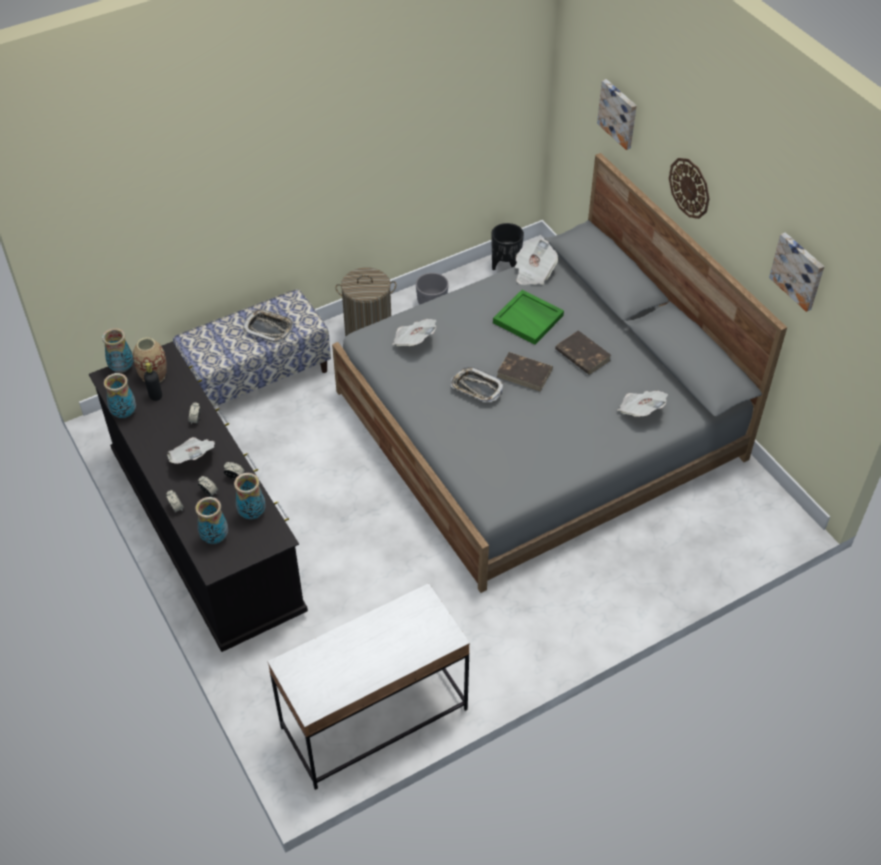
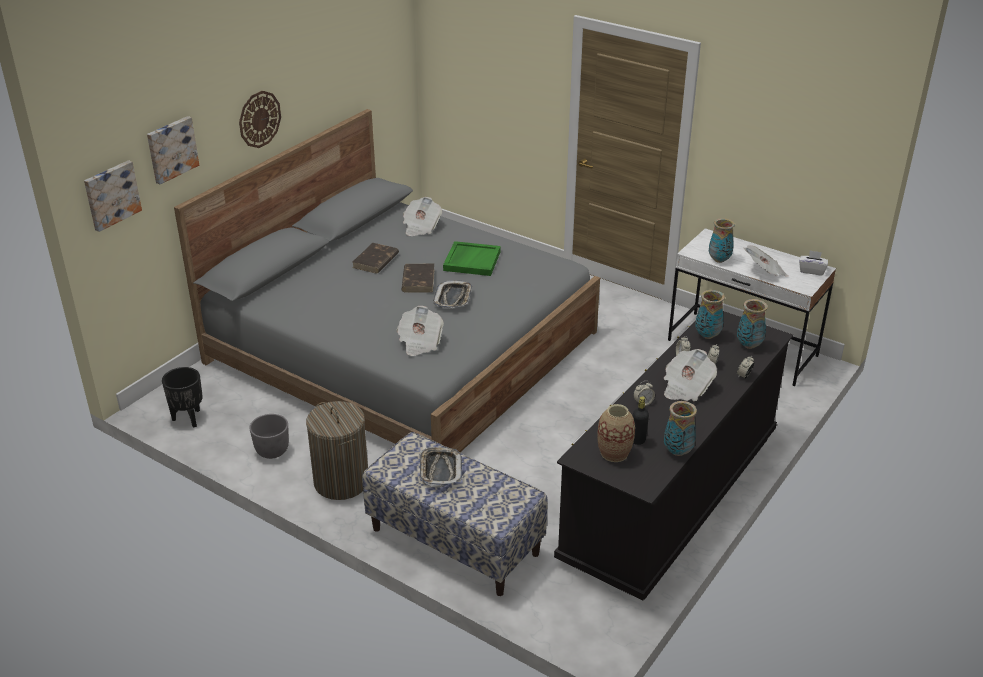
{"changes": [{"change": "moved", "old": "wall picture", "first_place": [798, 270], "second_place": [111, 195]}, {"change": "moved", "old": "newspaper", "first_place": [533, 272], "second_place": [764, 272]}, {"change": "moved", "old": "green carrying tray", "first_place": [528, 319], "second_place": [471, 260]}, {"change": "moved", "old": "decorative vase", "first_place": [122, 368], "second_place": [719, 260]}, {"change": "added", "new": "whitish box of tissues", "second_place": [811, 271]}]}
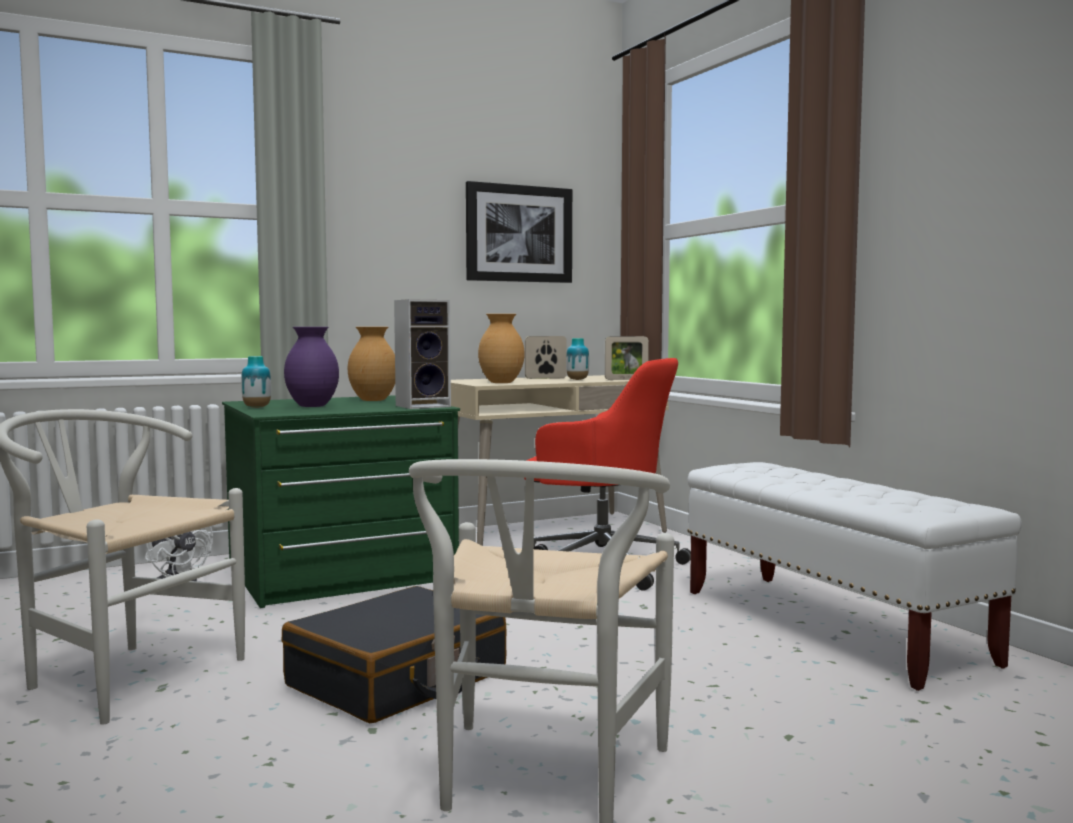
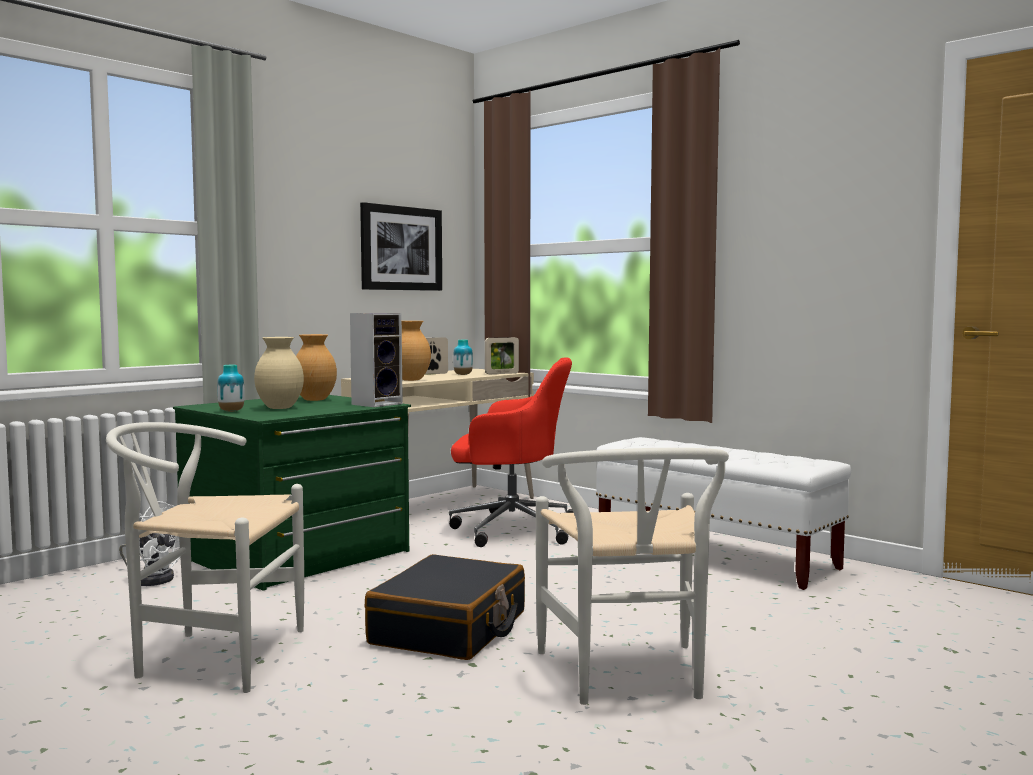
{"changes": [{"change": "recoloured", "old": "purple decorative vase", "new": "beige-coloured decorative vase", "first_place": [311, 406], "second_place": [279, 408]}]}
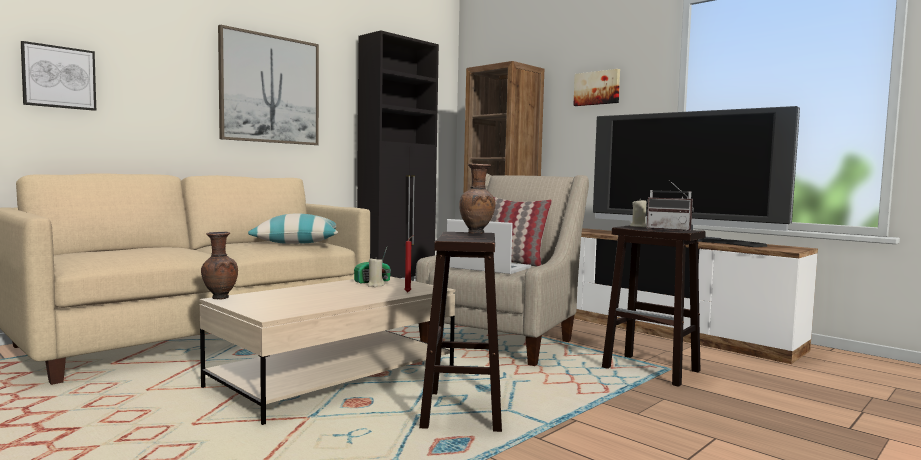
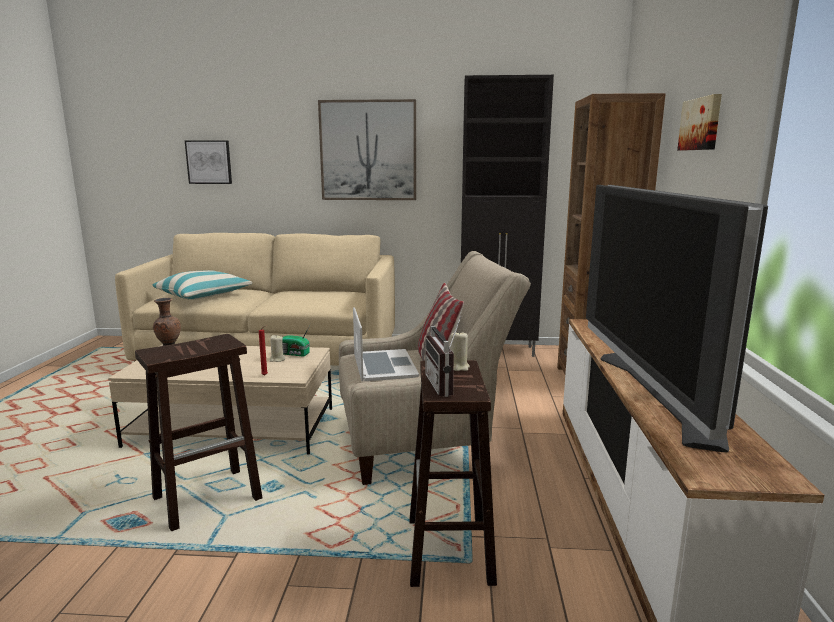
{"changes": [{"change": "removed", "old": "brown decorative vase", "first_place": [477, 233]}, {"change": "moved", "old": "pillow", "first_place": [297, 242], "second_place": [203, 295]}]}
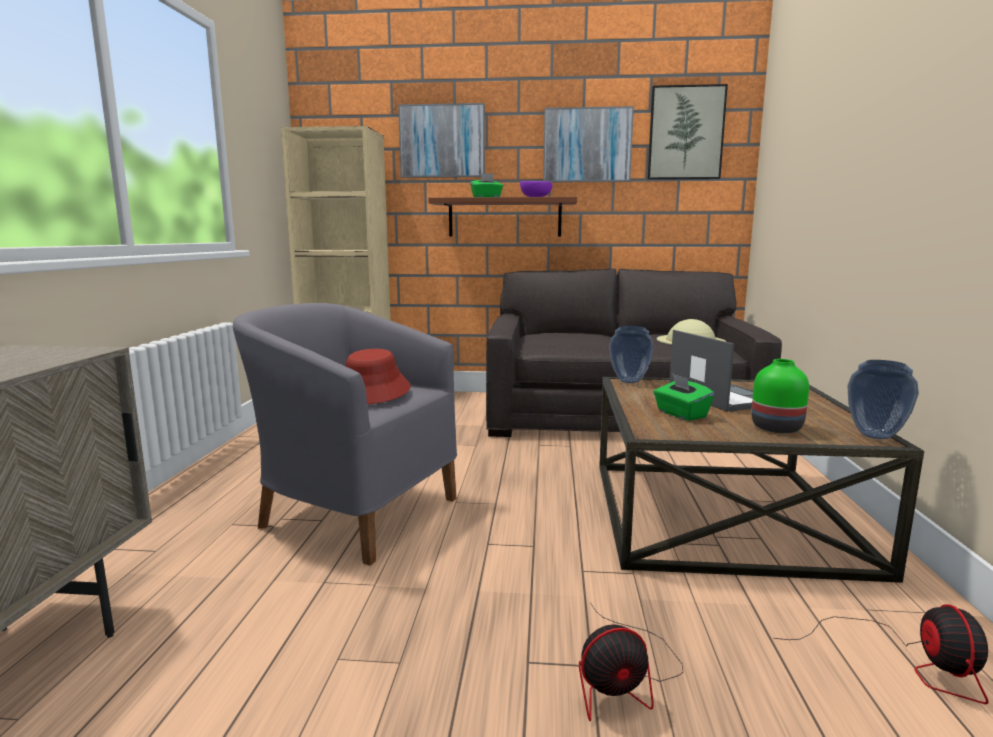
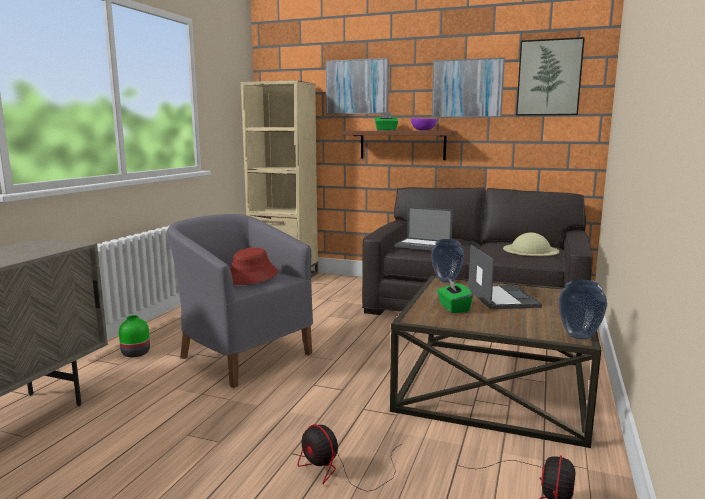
{"changes": [{"change": "moved", "old": "green decorative vase", "first_place": [775, 427], "second_place": [136, 353]}, {"change": "turned", "old": "cooling fan", "first_place": [623, 679], "second_place": [341, 471], "degrees": 45}, {"change": "added", "new": "portable computer", "second_place": [424, 245]}]}
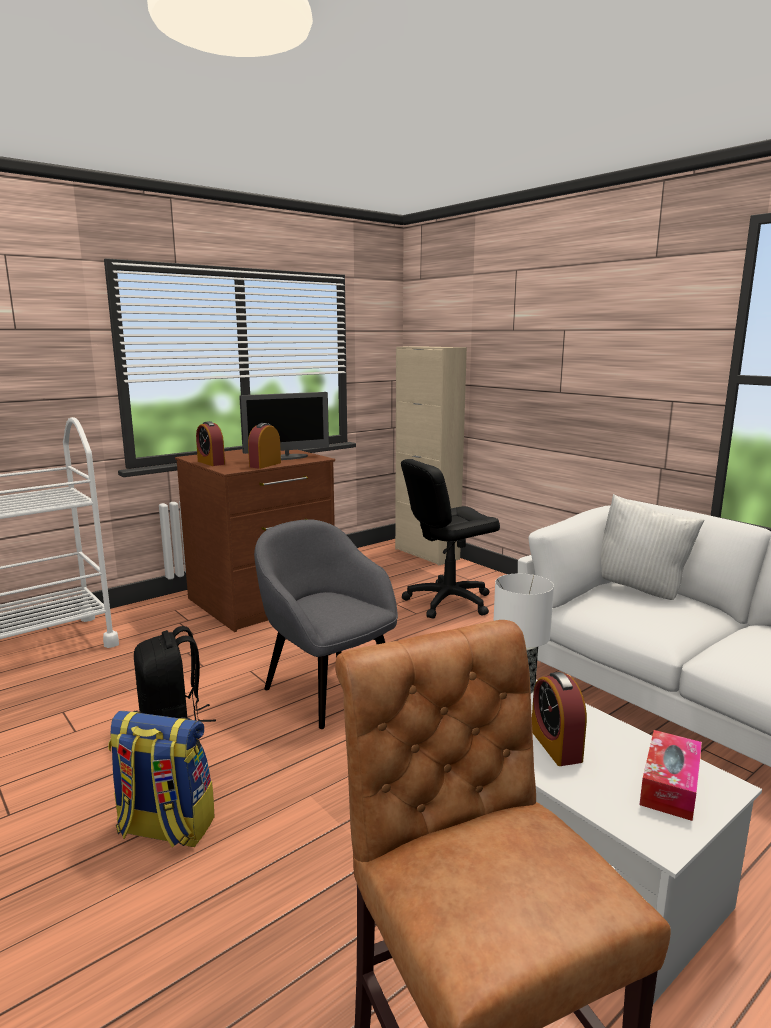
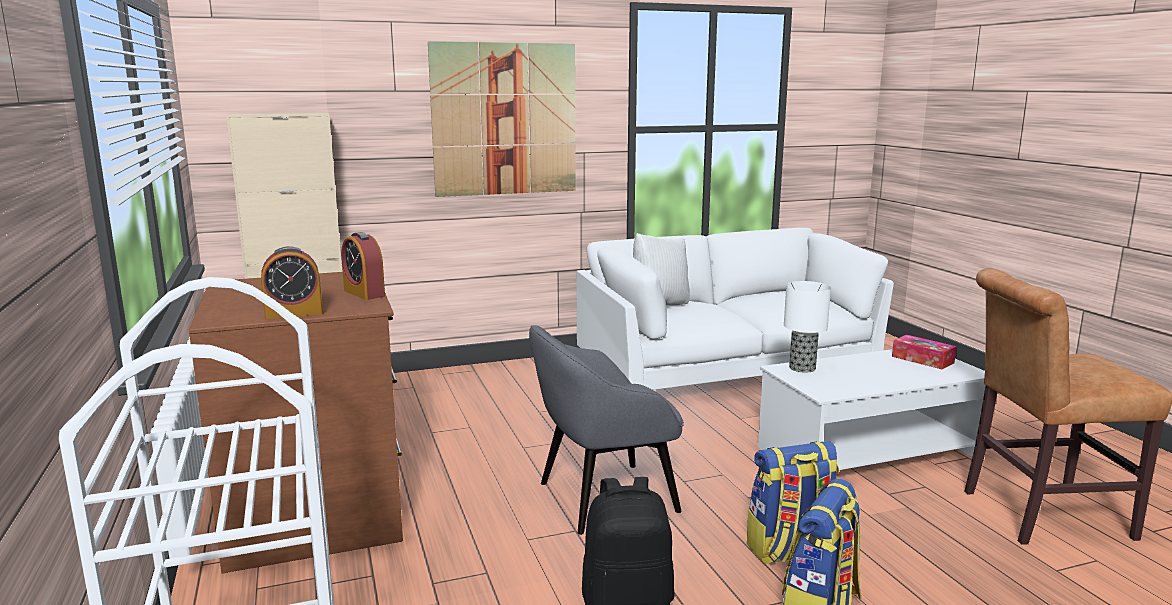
{"changes": [{"change": "removed", "old": "computer display", "first_place": [287, 457]}, {"change": "removed", "old": "black-coloured computer chair", "first_place": [448, 602]}, {"change": "removed", "old": "bedside clock", "first_place": [556, 745]}, {"change": "added", "new": "wall picture", "second_place": [505, 119]}, {"change": "added", "new": "backpack", "second_place": [789, 551]}]}
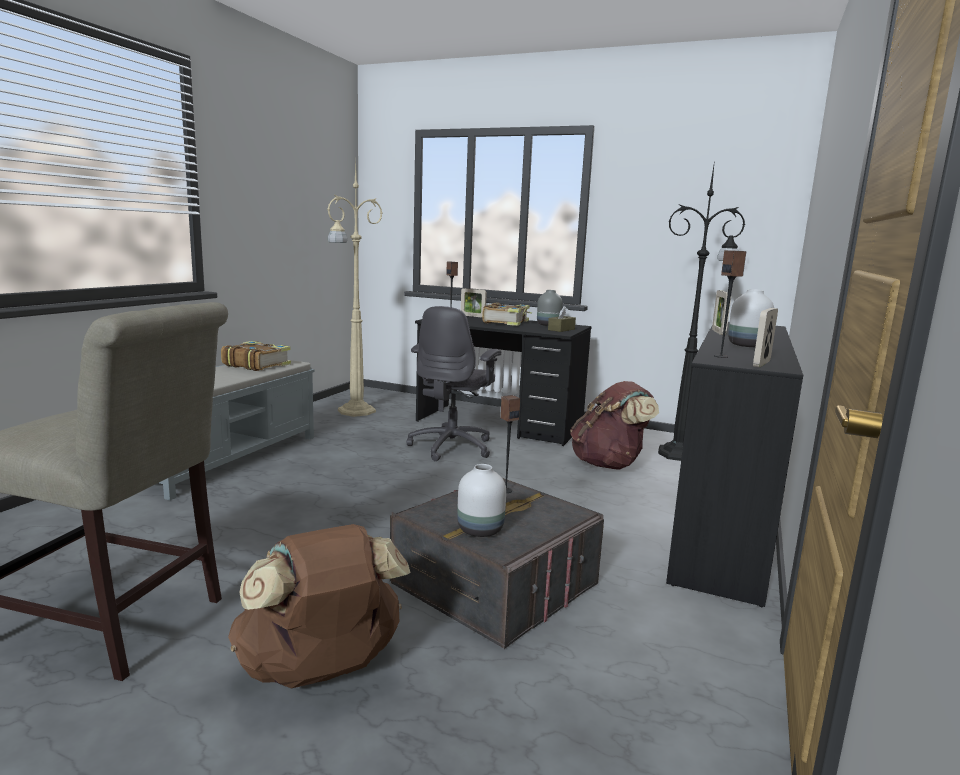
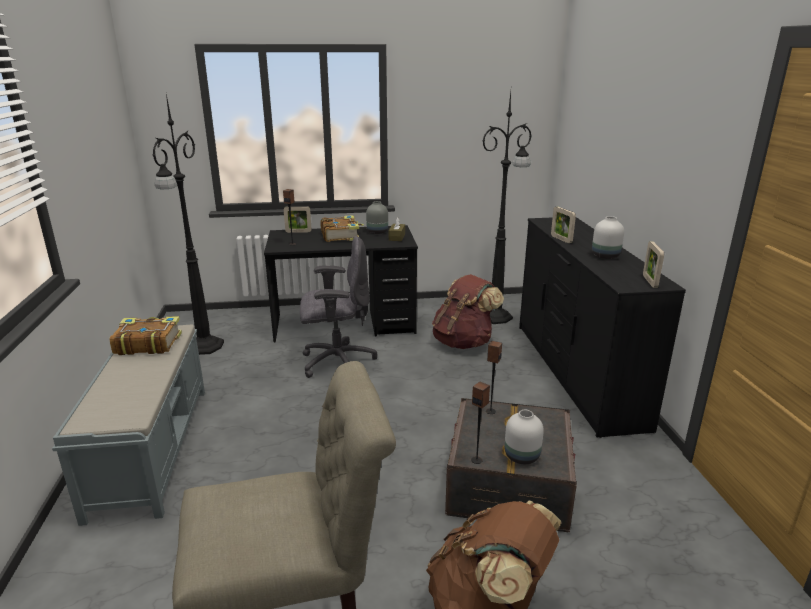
{"changes": [{"change": "recoloured", "old": "beige-coloured standing lamp", "new": "black-coloured standing lamp", "first_place": [354, 411], "second_place": [203, 347]}, {"change": "moved", "old": "loudspeaker", "first_place": [721, 356], "second_place": [477, 460]}, {"change": "turned", "old": "greyish computer chair", "first_place": [452, 447], "second_place": [336, 362], "degrees": -90}]}
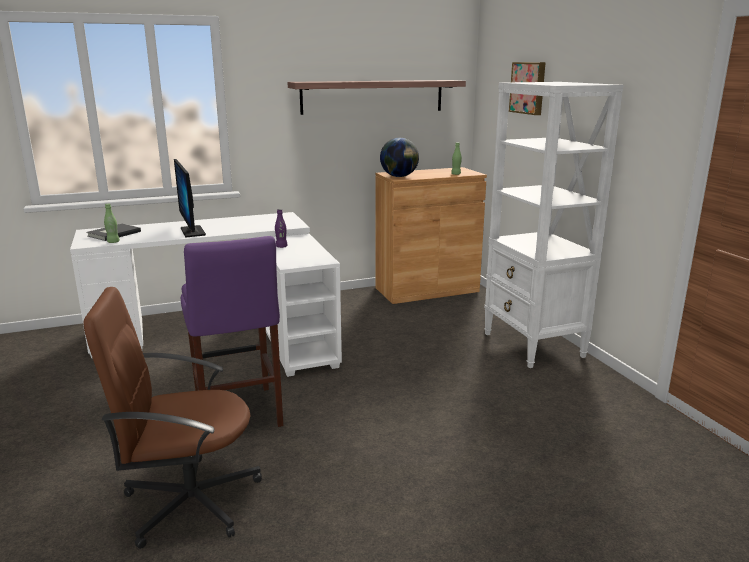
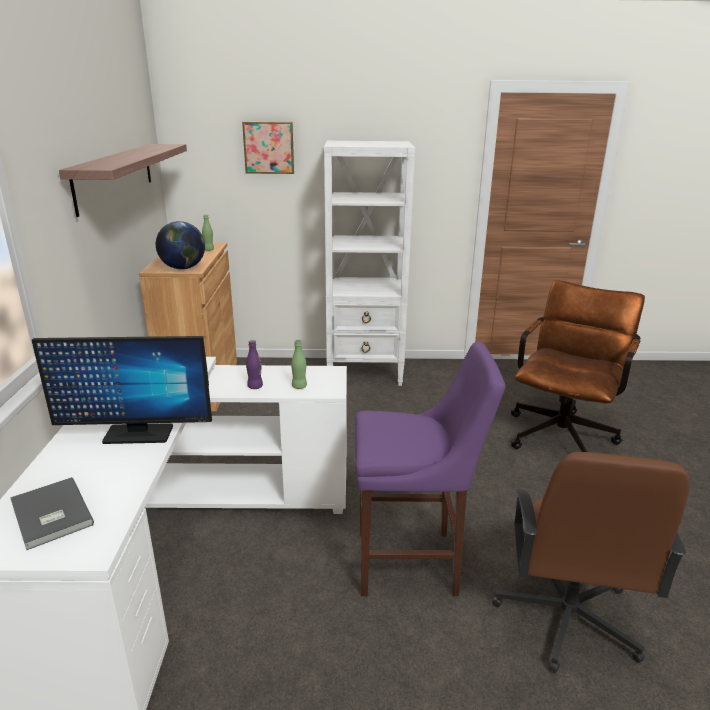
{"changes": [{"change": "moved", "old": "green beverage bottle", "first_place": [113, 242], "second_place": [299, 386]}, {"change": "added", "new": "brown computer chair", "second_place": [562, 432]}]}
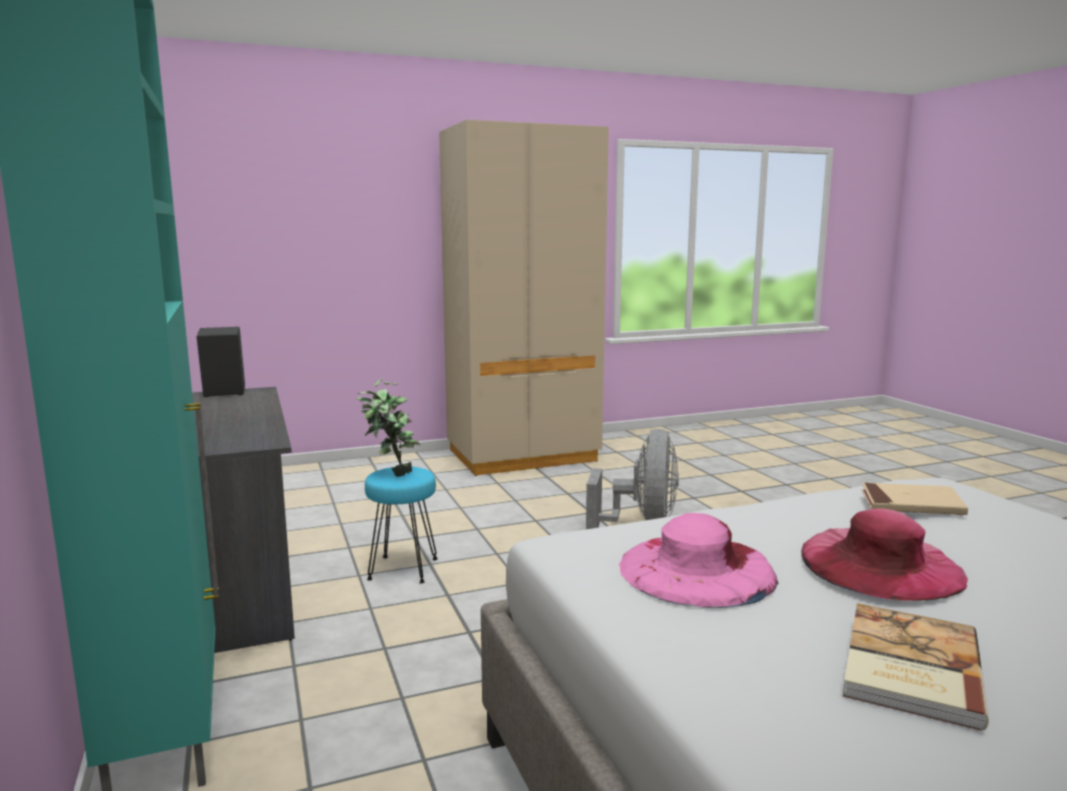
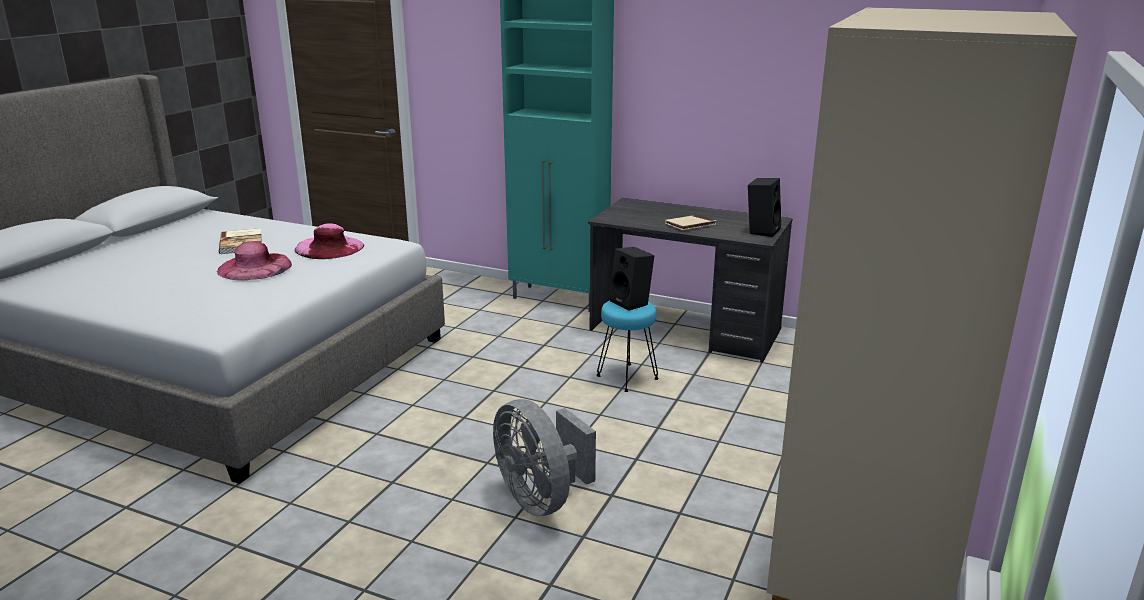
{"changes": [{"change": "replaced", "old": "potted plant", "new": "black-coloured loudspeaker", "first_place": [390, 474], "second_place": [632, 303]}, {"change": "moved", "old": "beige-coloured book", "first_place": [911, 504], "second_place": [690, 225]}]}
